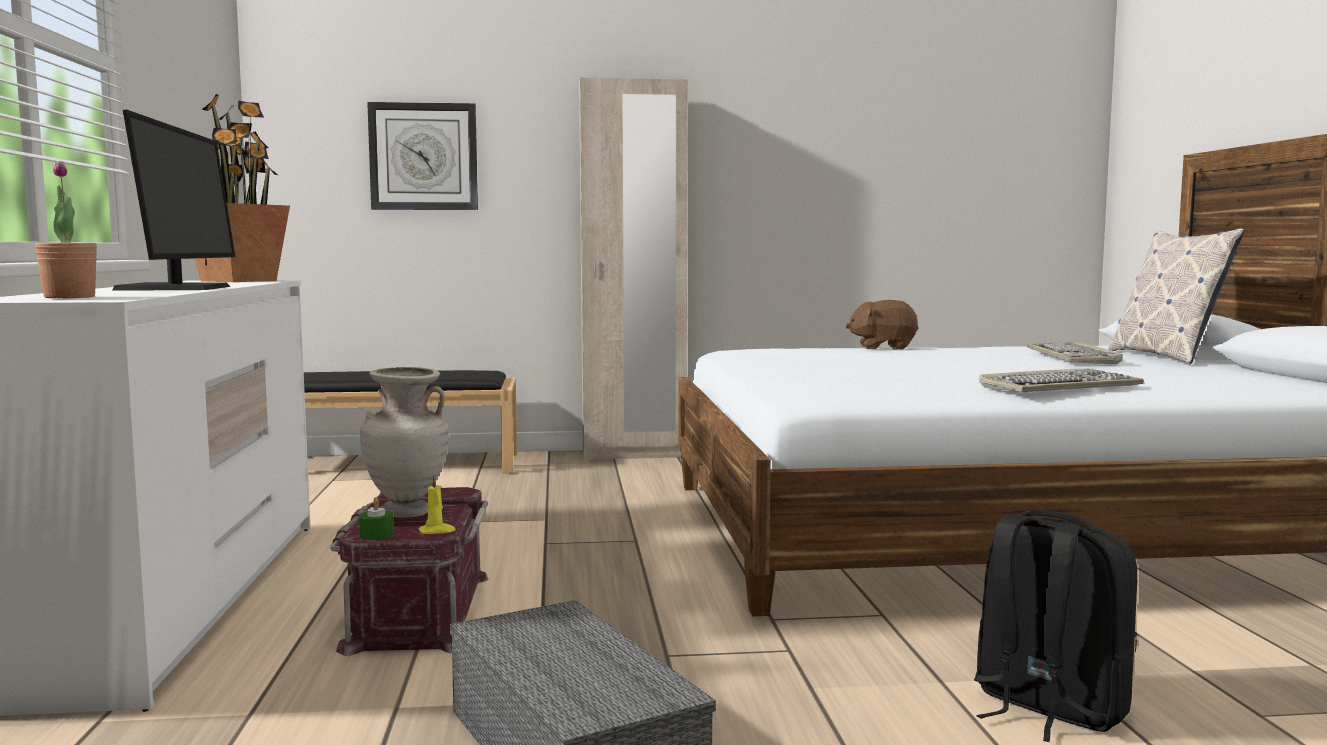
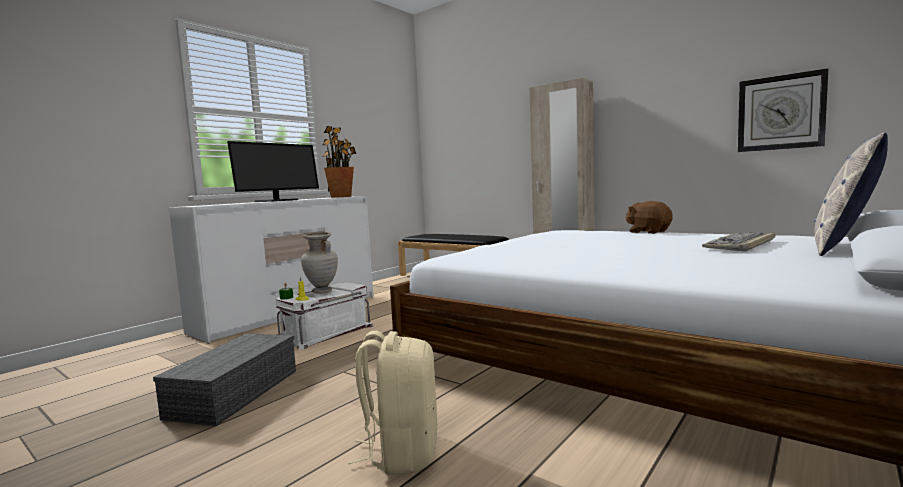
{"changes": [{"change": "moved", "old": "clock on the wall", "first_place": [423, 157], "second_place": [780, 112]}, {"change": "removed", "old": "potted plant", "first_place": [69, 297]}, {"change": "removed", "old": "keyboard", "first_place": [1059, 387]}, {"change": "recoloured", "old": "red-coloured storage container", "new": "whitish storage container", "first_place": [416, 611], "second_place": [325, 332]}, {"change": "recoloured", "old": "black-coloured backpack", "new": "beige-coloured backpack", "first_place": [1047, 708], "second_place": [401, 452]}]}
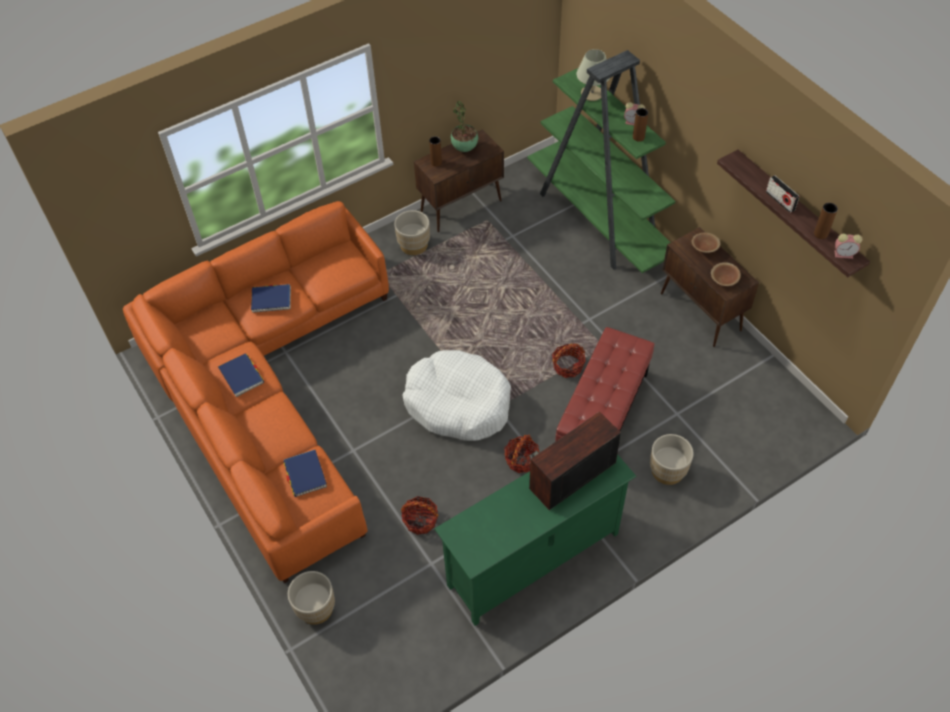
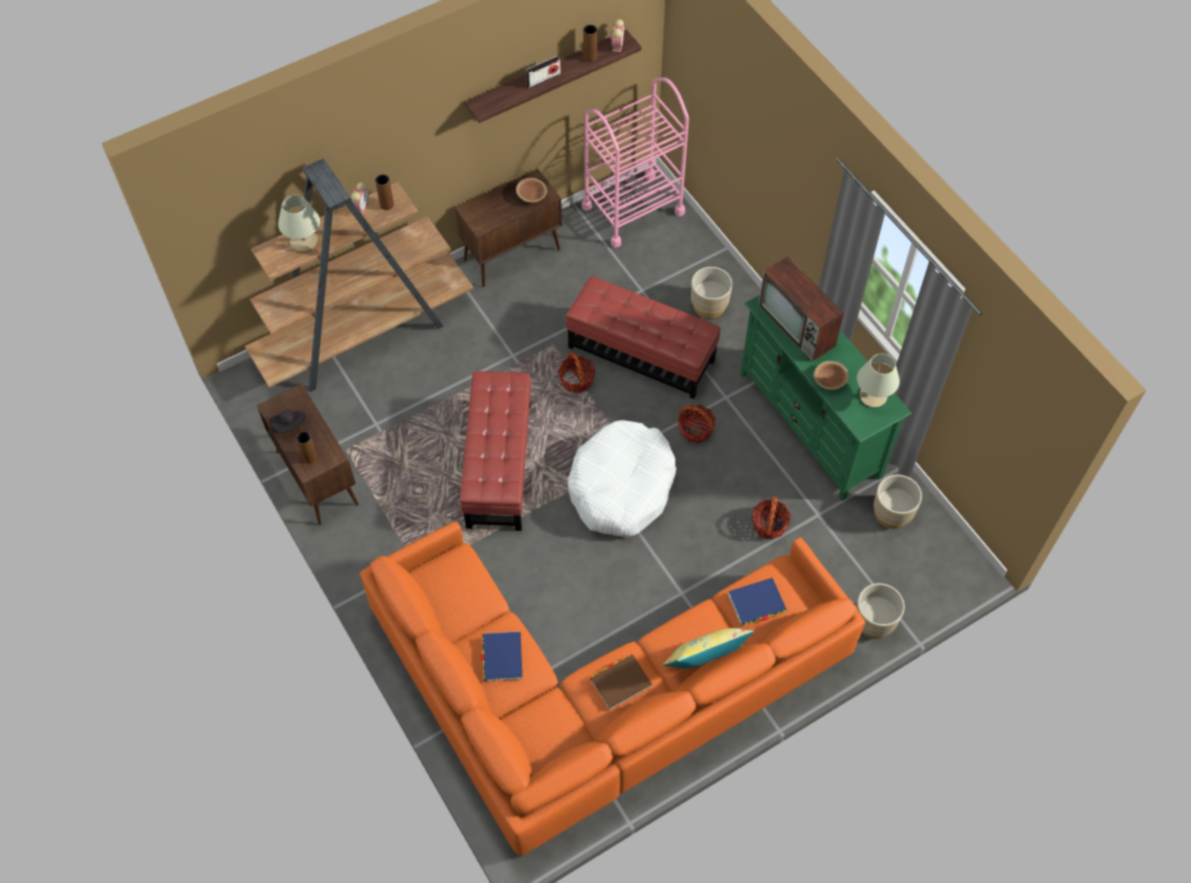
{"changes": [{"change": "recoloured", "old": "green shelving unit", "new": "brown shelving unit", "first_place": [599, 221], "second_place": [365, 334]}, {"change": "replaced", "old": "potted plant", "new": "black-coloured wearable hat", "first_place": [464, 148], "second_place": [289, 425]}, {"change": "moved", "old": "beige-coloured flower pot", "first_place": [414, 245], "second_place": [892, 514]}, {"change": "moved", "old": "brown bowl", "first_place": [704, 247], "second_place": [829, 380]}, {"change": "recoloured", "old": "blue-coloured book", "new": "brown book", "first_place": [241, 376], "second_place": [620, 683]}, {"change": "added", "new": "pinkish cart", "second_place": [633, 209]}, {"change": "added", "new": "beige-coloured lamp for a table", "second_place": [872, 396]}, {"change": "added", "new": "red-coloured footrest", "second_place": [498, 465]}, {"change": "added", "new": "yellow pillow", "second_place": [705, 662]}]}
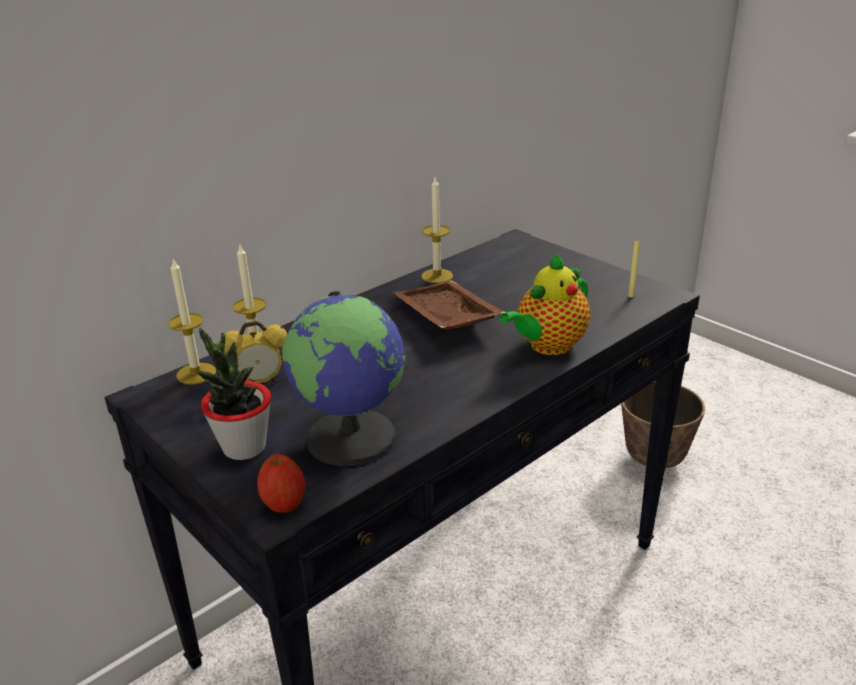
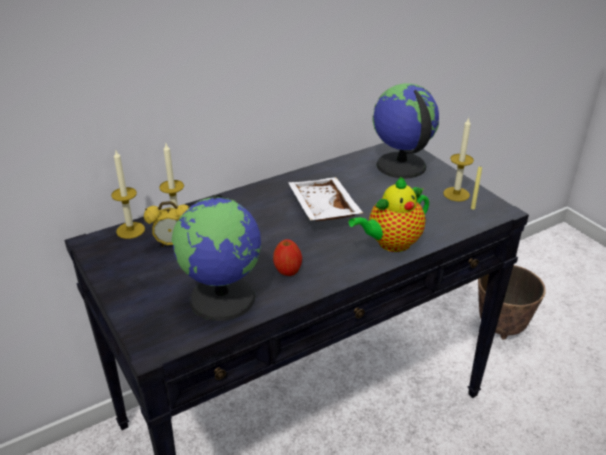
{"changes": [{"change": "moved", "old": "candle", "first_place": [437, 276], "second_place": [456, 194]}, {"change": "recoloured", "old": "brown carrying tray", "new": "whitish carrying tray", "first_place": [444, 318], "second_place": [321, 209]}, {"change": "removed", "old": "potted plant", "first_place": [244, 447]}, {"change": "moved", "old": "whole apple", "first_place": [284, 504], "second_place": [287, 271]}, {"change": "added", "new": "globe", "second_place": [400, 166]}]}
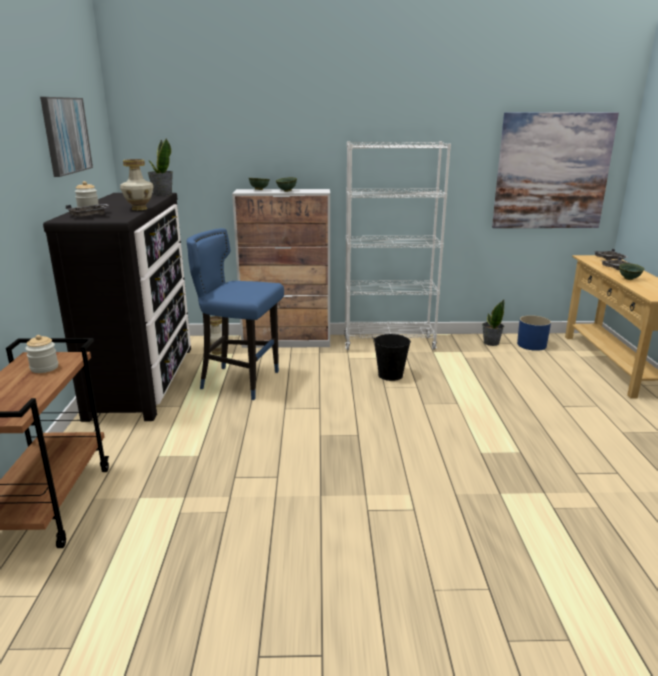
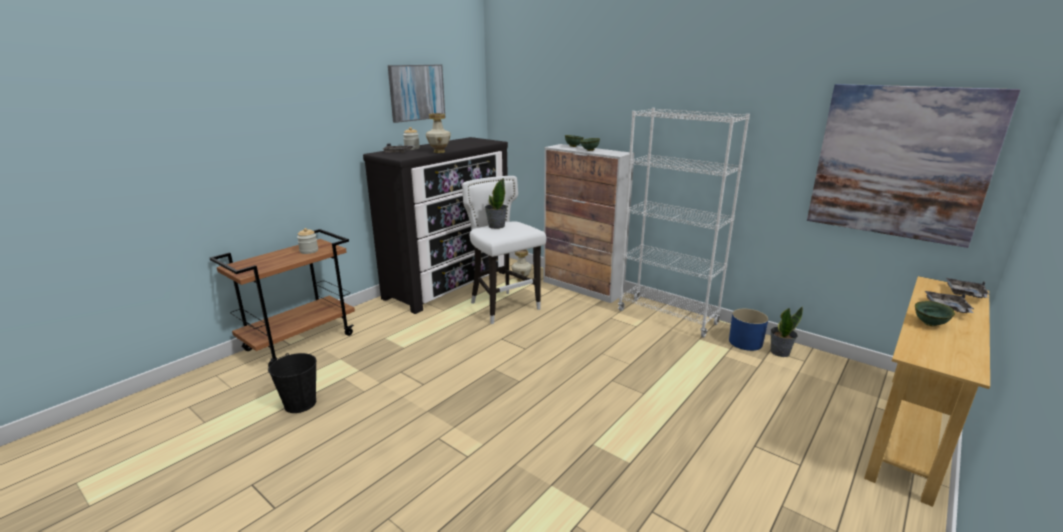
{"changes": [{"change": "moved", "old": "potted plant", "first_place": [162, 195], "second_place": [496, 226]}, {"change": "recoloured", "old": "blue-coloured stool", "new": "whitish stool", "first_place": [241, 381], "second_place": [504, 307]}, {"change": "moved", "old": "blue-coloured flower pot", "first_place": [531, 345], "second_place": [745, 342]}, {"change": "moved", "old": "black-coloured water bucket", "first_place": [390, 375], "second_place": [300, 403]}]}
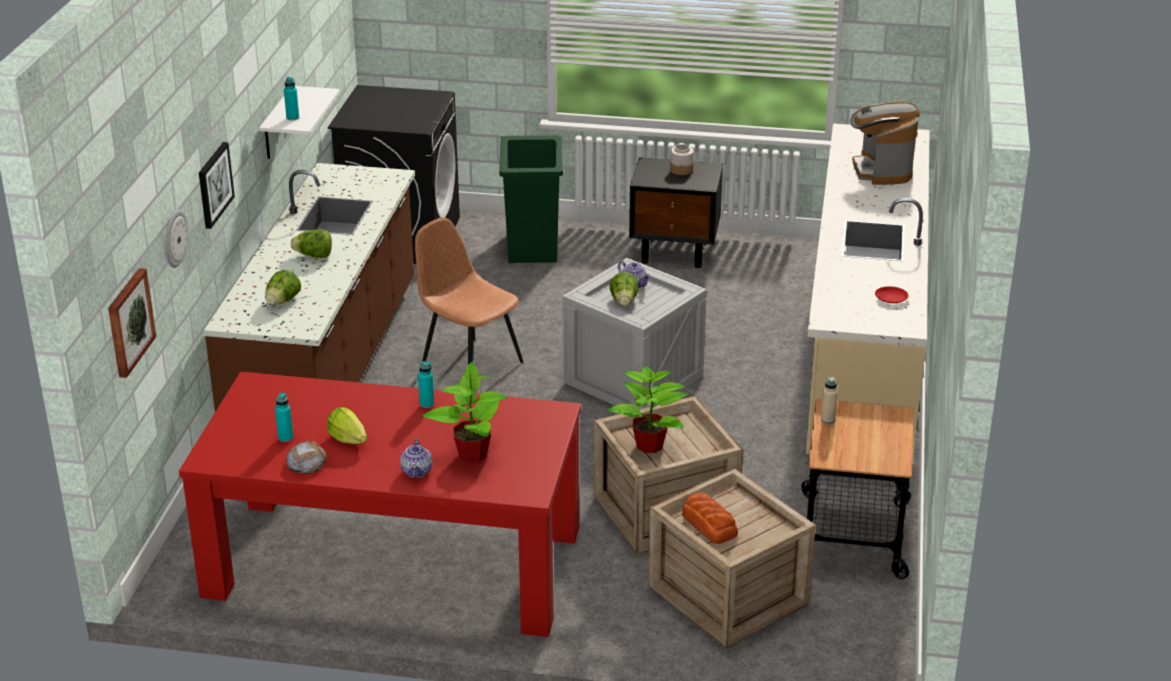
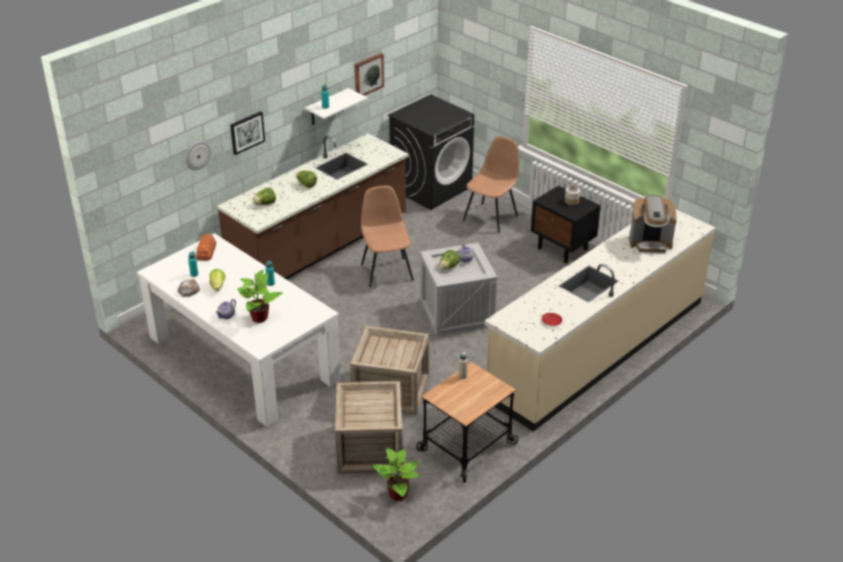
{"changes": [{"change": "turned", "old": "coffee machine", "first_place": [881, 171], "second_place": [650, 243], "degrees": -120}, {"change": "replaced", "old": "green trash can", "new": "brown upright chair", "first_place": [533, 246], "second_place": [491, 217]}, {"change": "moved", "old": "wall picture", "first_place": [129, 322], "second_place": [368, 75]}, {"change": "moved", "old": "potted plant", "first_place": [650, 445], "second_place": [398, 495]}, {"change": "recoloured", "old": "red-coloured dining table", "new": "whitish dining table", "first_place": [394, 562], "second_place": [243, 358]}, {"change": "moved", "old": "bakery bread", "first_place": [709, 524], "second_place": [206, 251]}]}
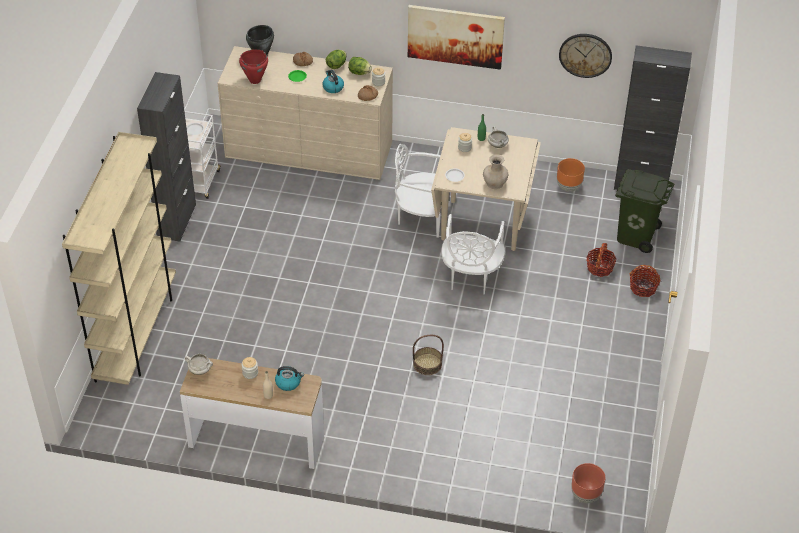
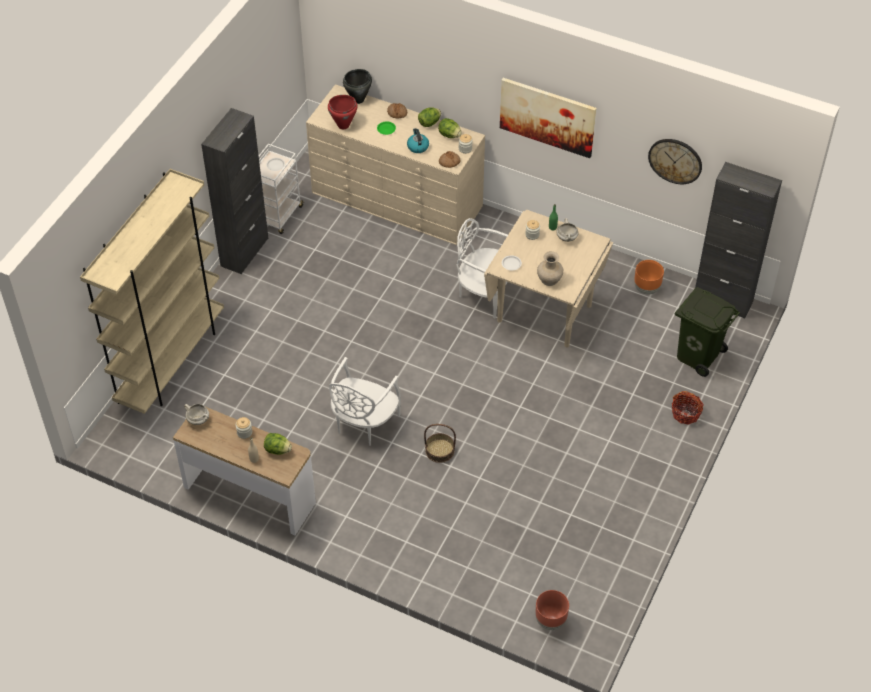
{"changes": [{"change": "moved", "old": "whitish upright chair", "first_place": [470, 277], "second_place": [363, 423]}, {"change": "removed", "old": "household basket", "first_place": [599, 267]}, {"change": "replaced", "old": "water kettle", "new": "lettuce head", "first_place": [288, 382], "second_place": [277, 450]}]}
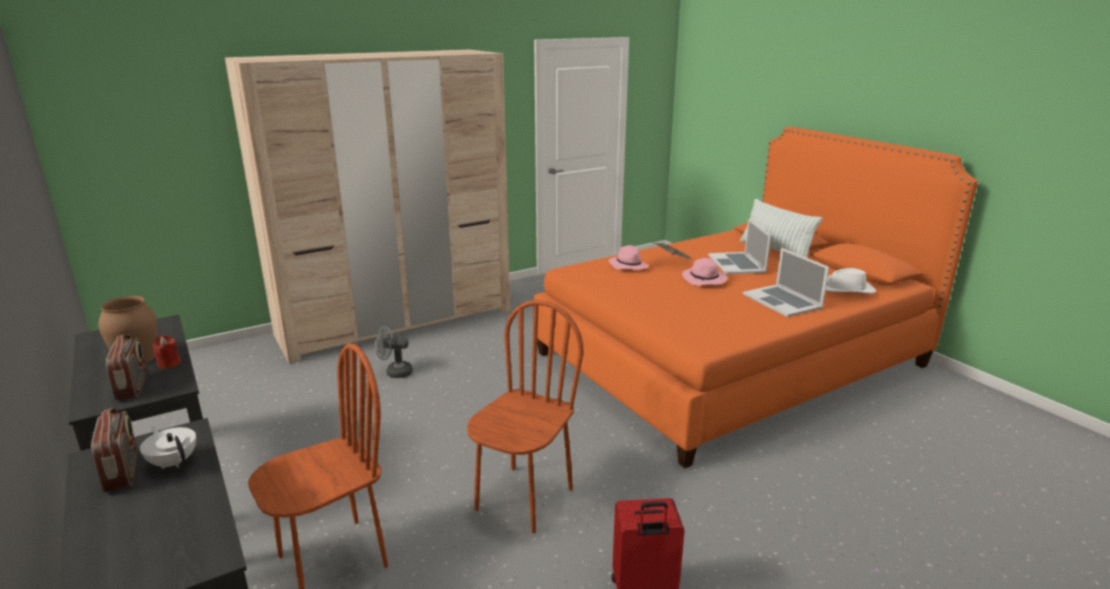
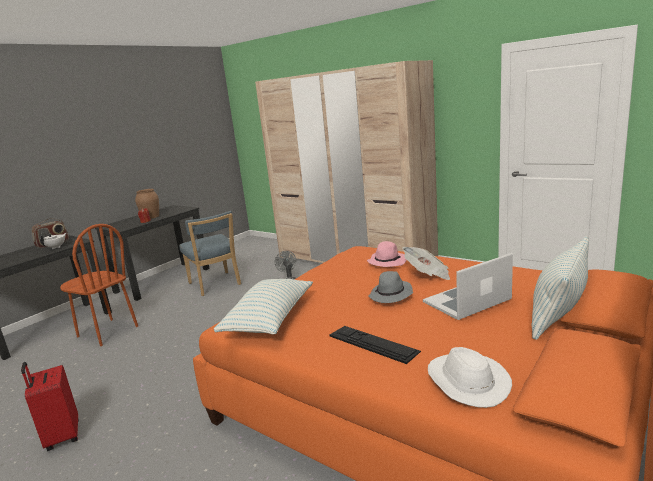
{"changes": [{"change": "replaced", "old": "portable computer", "new": "keyboard", "first_place": [782, 301], "second_place": [373, 343]}, {"change": "recoloured", "old": "pinkish wearable hat", "new": "greyish wearable hat", "first_place": [704, 280], "second_place": [391, 295]}, {"change": "removed", "old": "brown upright chair", "first_place": [523, 499]}, {"change": "removed", "old": "radio", "first_place": [132, 386]}, {"change": "added", "new": "blue-coloured upright chair", "second_place": [215, 285]}, {"change": "added", "new": "pillow", "second_place": [269, 319]}]}
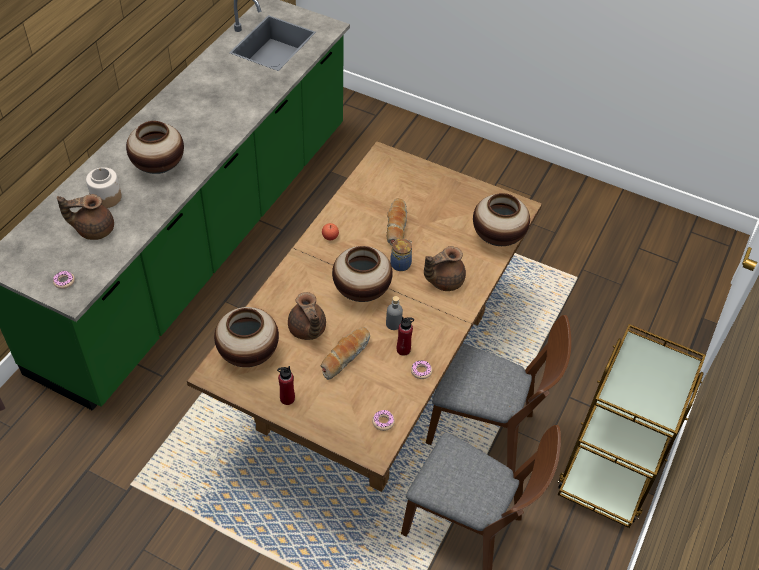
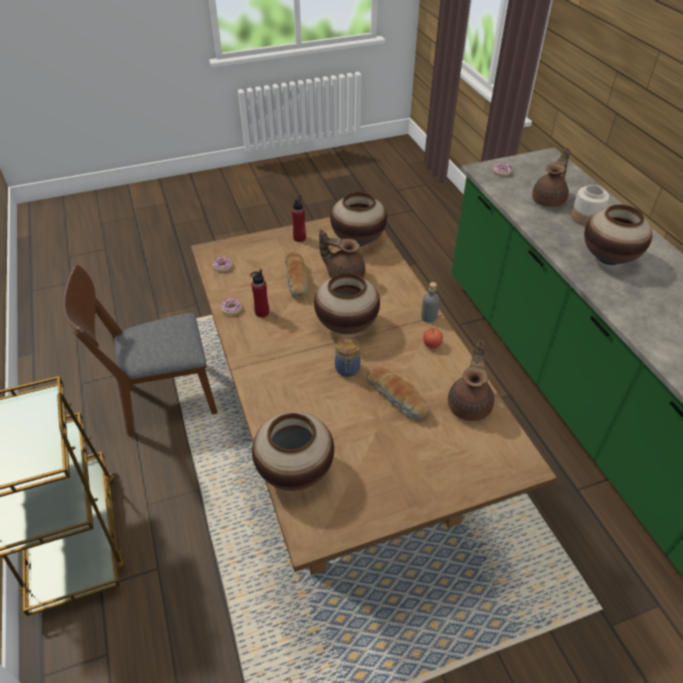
{"changes": [{"change": "moved", "old": "brown pot for tea", "first_place": [443, 280], "second_place": [470, 404]}, {"change": "moved", "old": "greyish beverage bottle", "first_place": [393, 324], "second_place": [429, 317]}, {"change": "removed", "old": "brown upright chair", "first_place": [488, 432]}]}
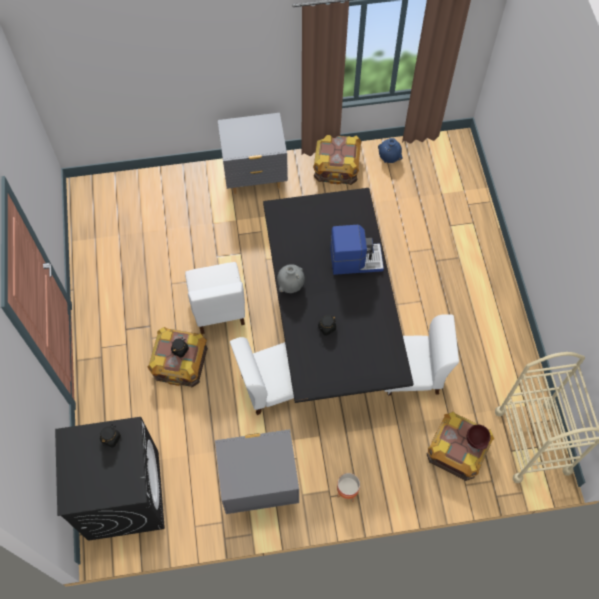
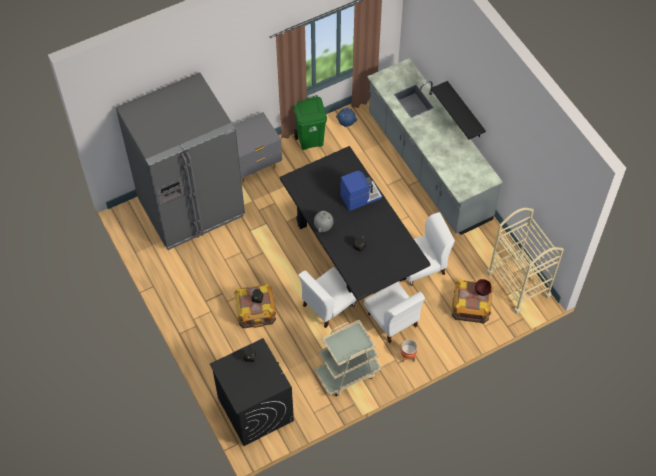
{"changes": [{"change": "replaced", "old": "crate", "new": "green trash can", "first_place": [337, 166], "second_place": [310, 140]}, {"change": "moved", "old": "whitish upright chair", "first_place": [218, 308], "second_place": [392, 320]}, {"change": "replaced", "old": "greyish night table", "new": "beige-coloured cart", "first_place": [260, 486], "second_place": [347, 372]}, {"change": "added", "new": "greyish kitchen base unit", "second_place": [428, 167]}, {"change": "added", "new": "greyish kitchen fridge", "second_place": [191, 207]}, {"change": "added", "new": "black-coloured wall shelf", "second_place": [465, 111]}]}
